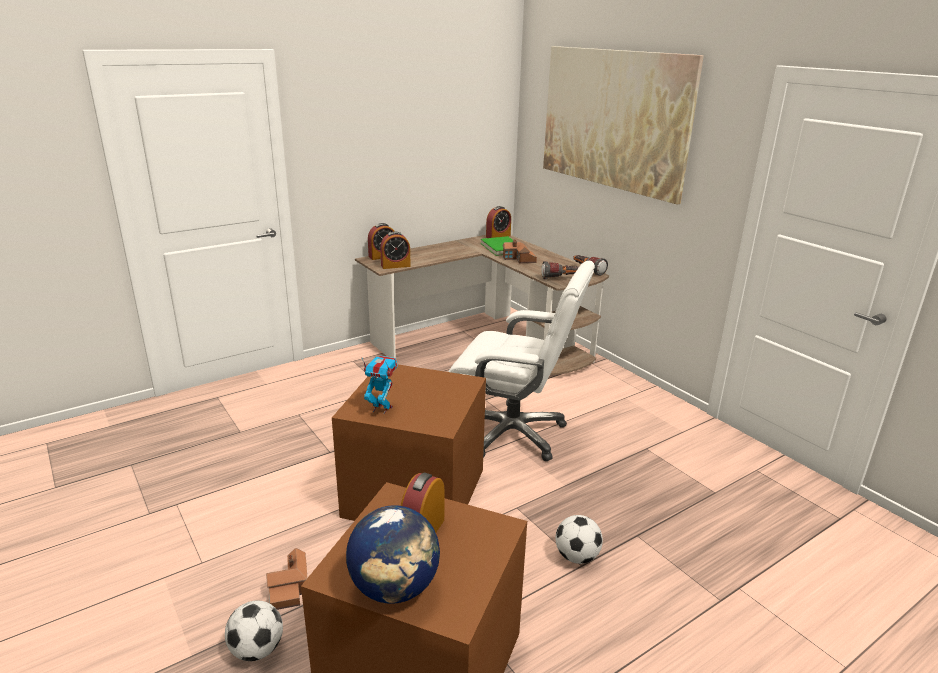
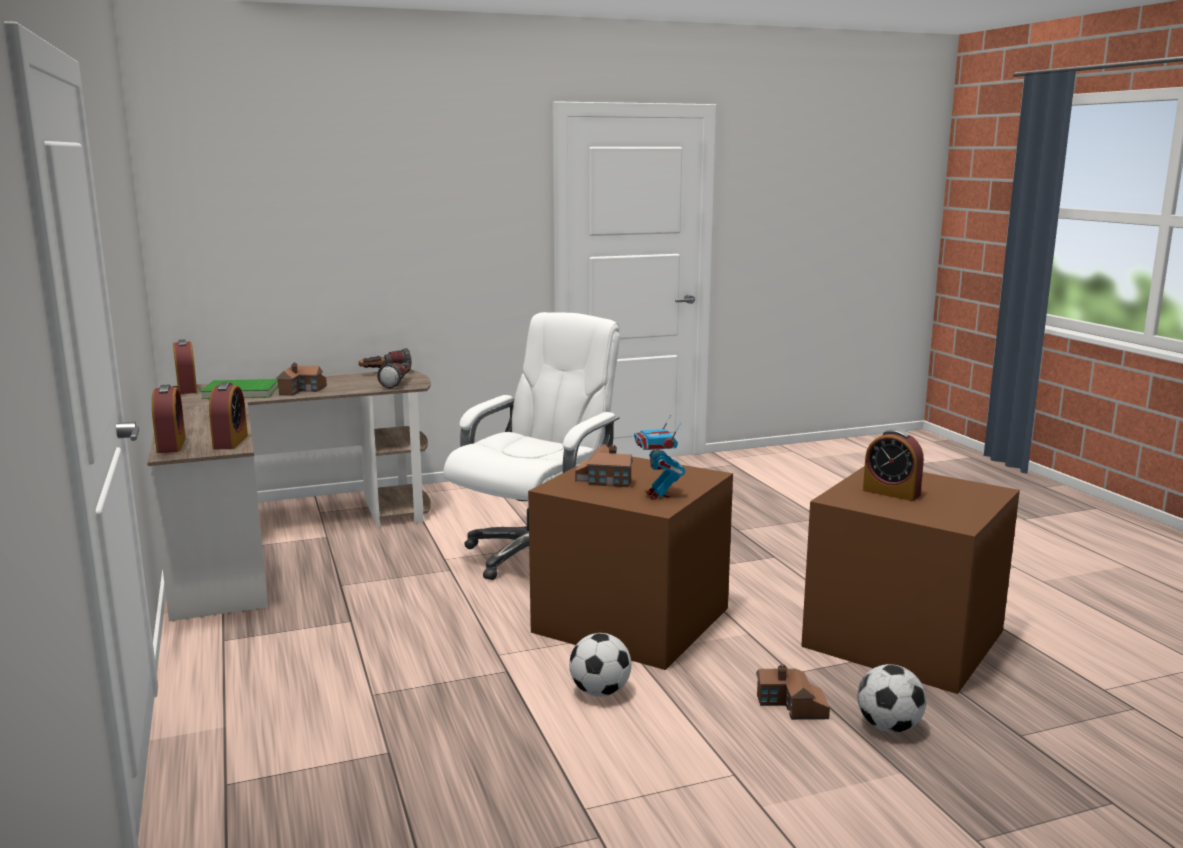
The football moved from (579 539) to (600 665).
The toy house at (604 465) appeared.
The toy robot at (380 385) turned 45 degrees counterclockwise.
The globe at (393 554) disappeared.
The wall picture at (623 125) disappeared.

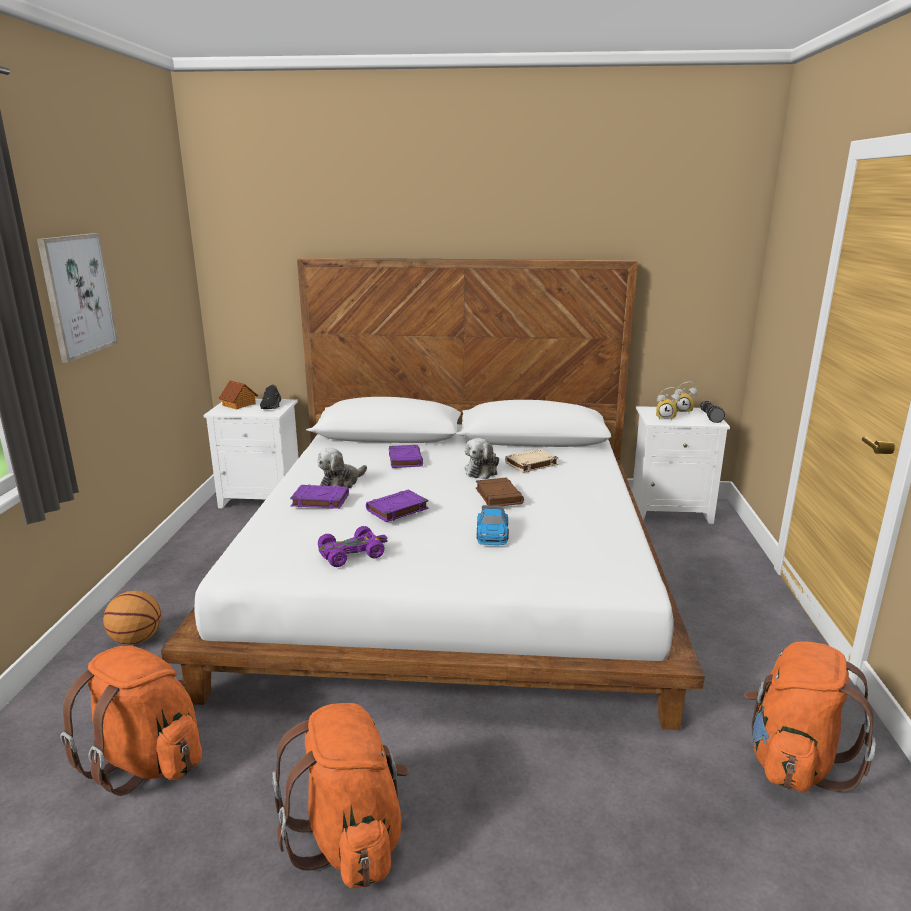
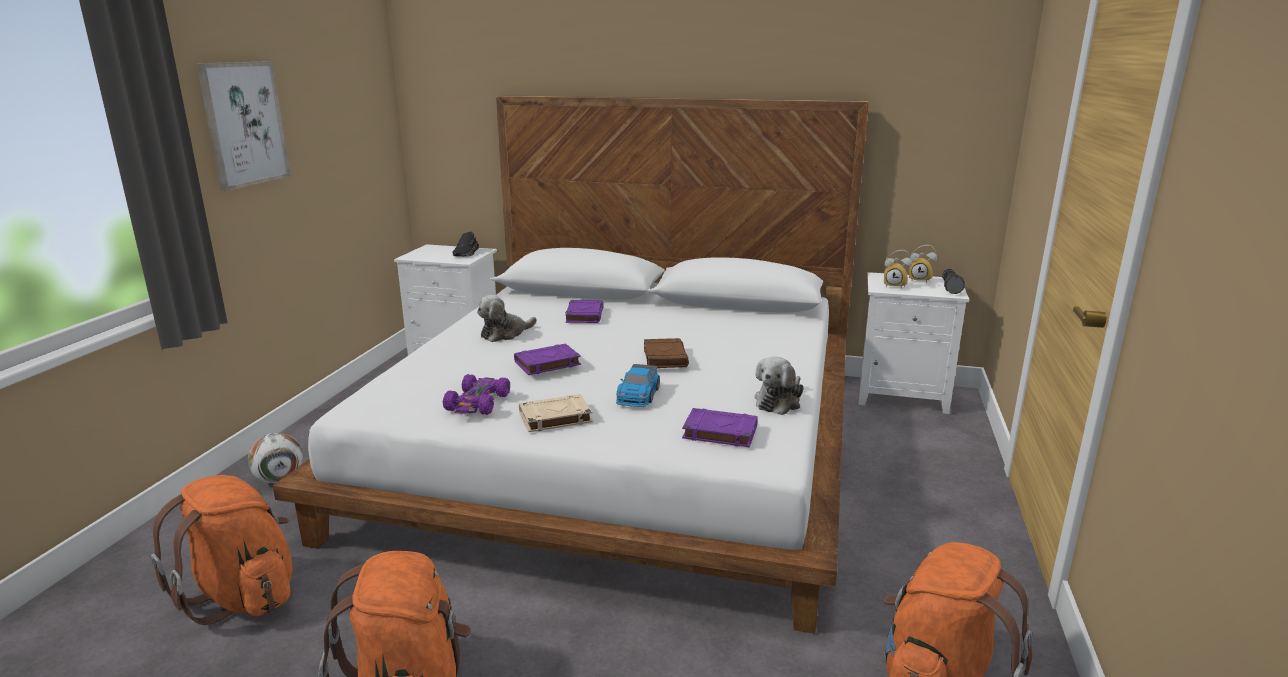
The basketball ball at (132 617) was replaced by the football at (275 458).
The purple toy car at (353 546) turned 120 degrees clockwise.
The sand-coloured book moved from (532 461) to (556 413).
The purple book moved from (319 497) to (720 427).
The cuddly toy moved from (481 458) to (779 385).
The toy house at (238 394) disappeared.

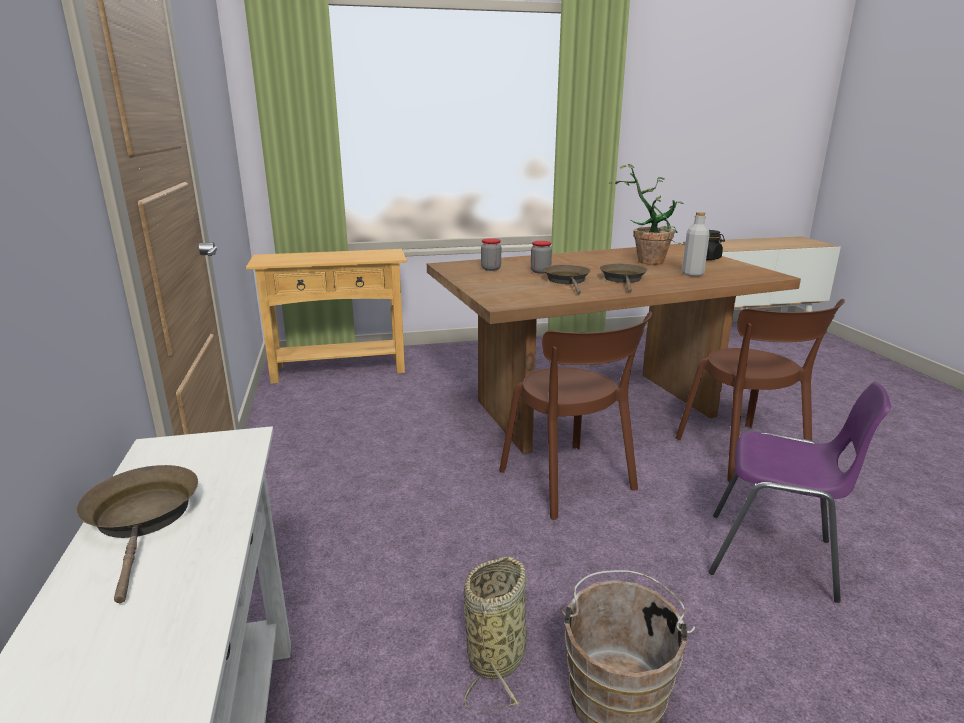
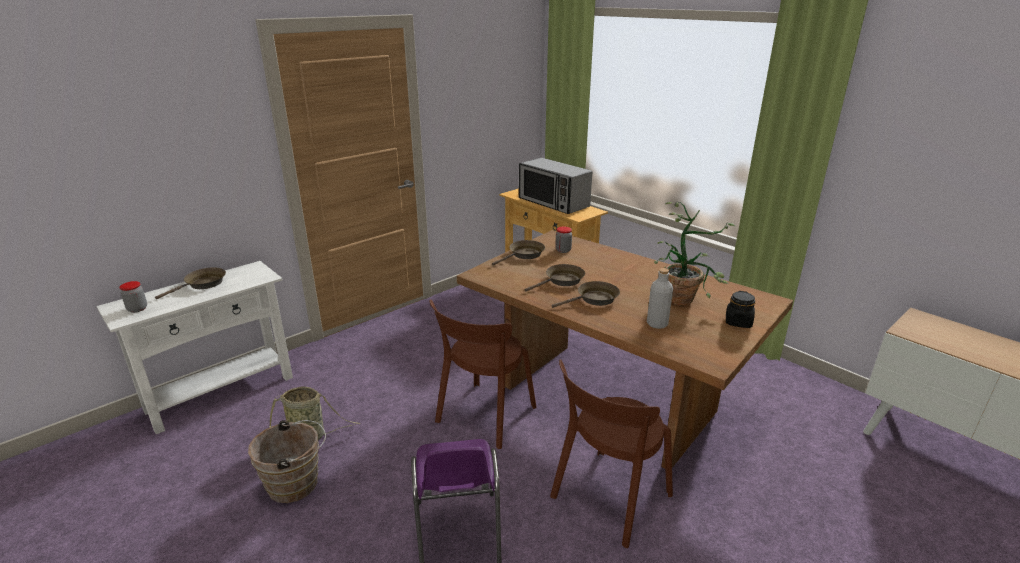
The preserve jar moved from (541 257) to (133 297).
The brown frying pan at (518 252) appeared.
The microwave at (555 186) appeared.

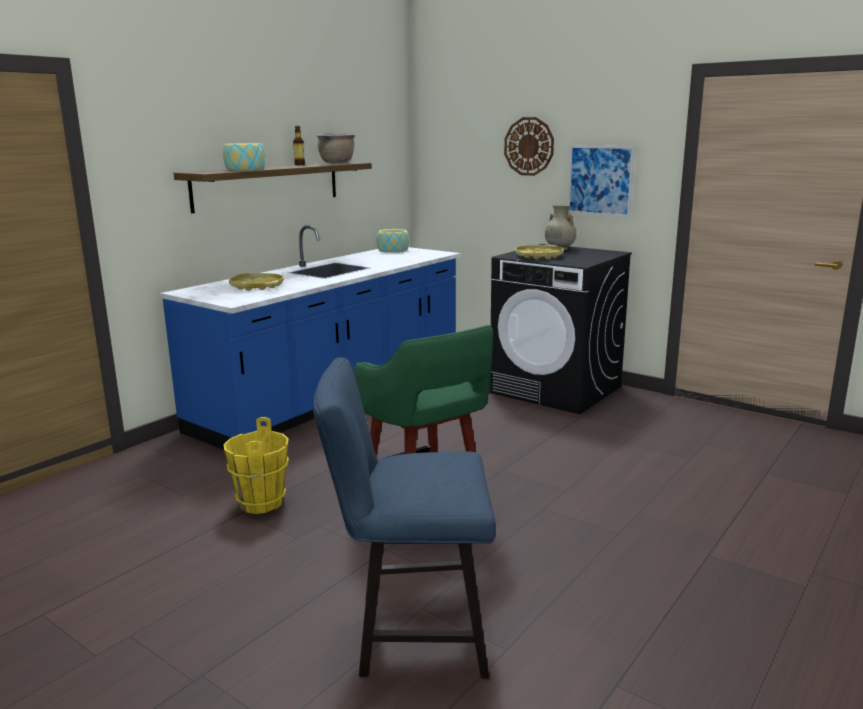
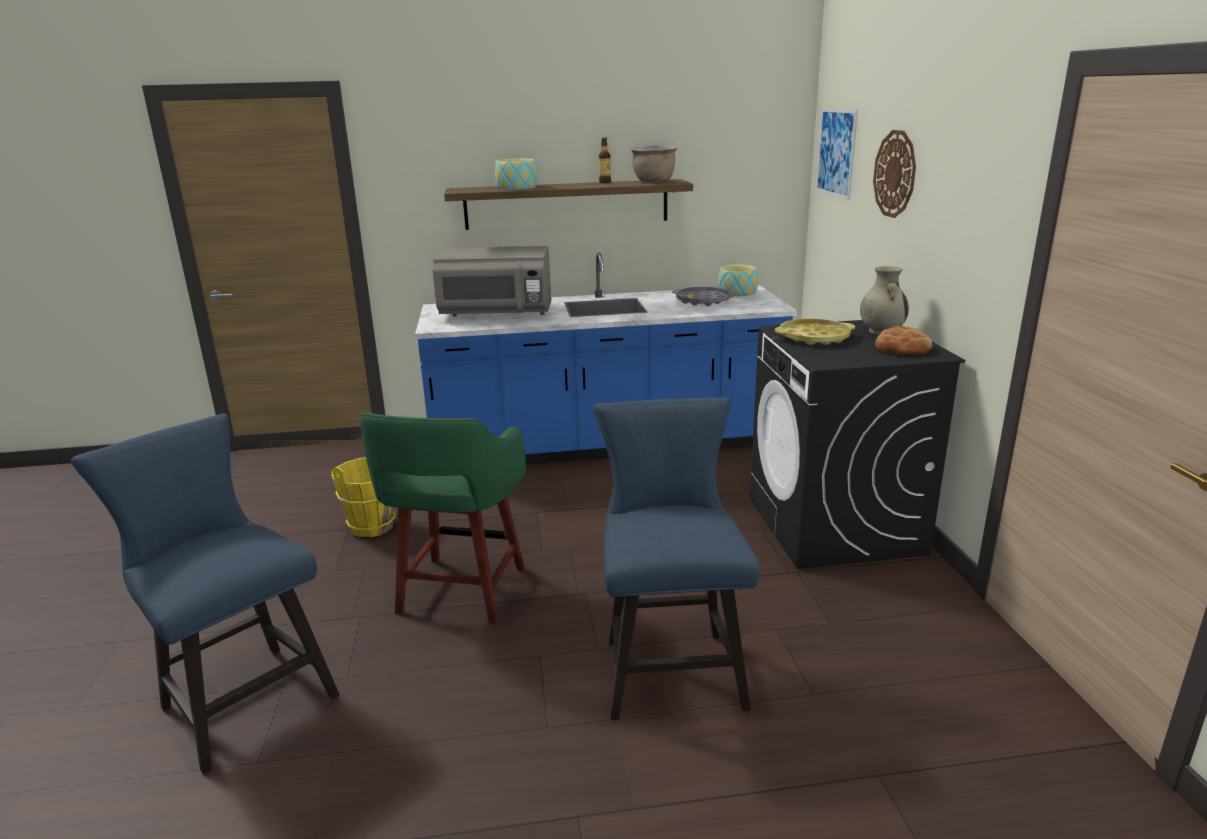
The yellow-coloured carrying tray at (256 282) was replaced by the gray microwave at (492 281).
The blue plain chair at (676 558) appeared.
The gray carrying tray at (703 296) appeared.
The wall picture moved from (601 181) to (837 154).
The bread at (903 341) appeared.

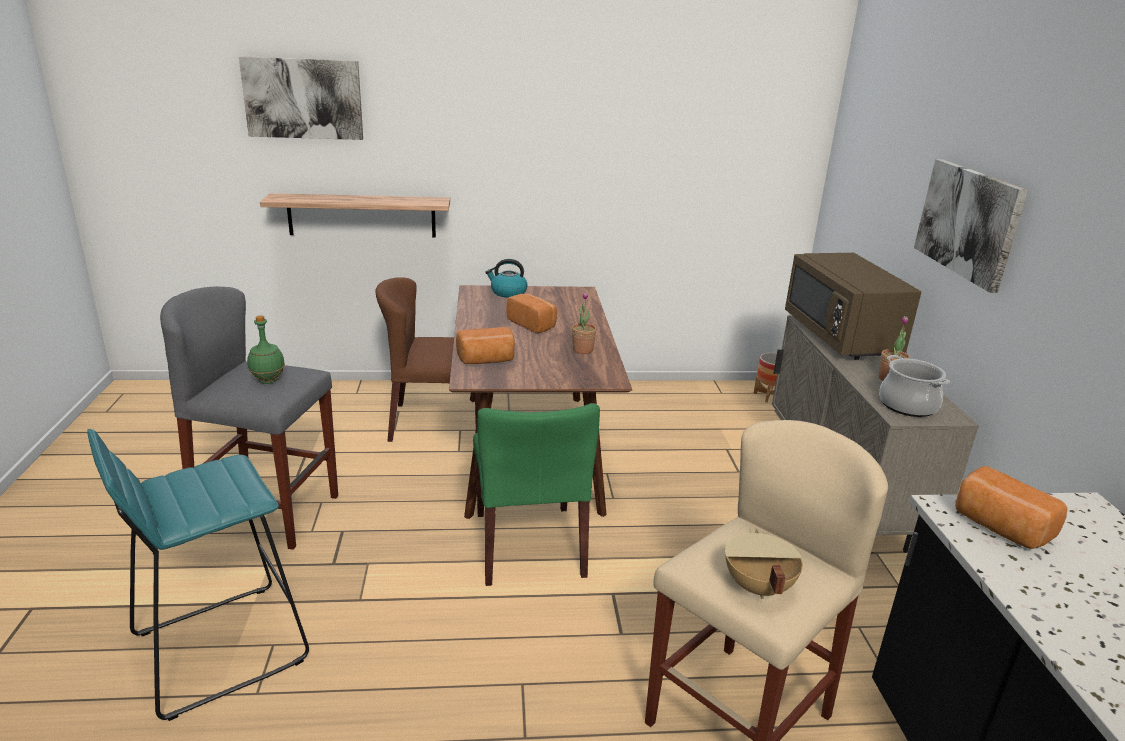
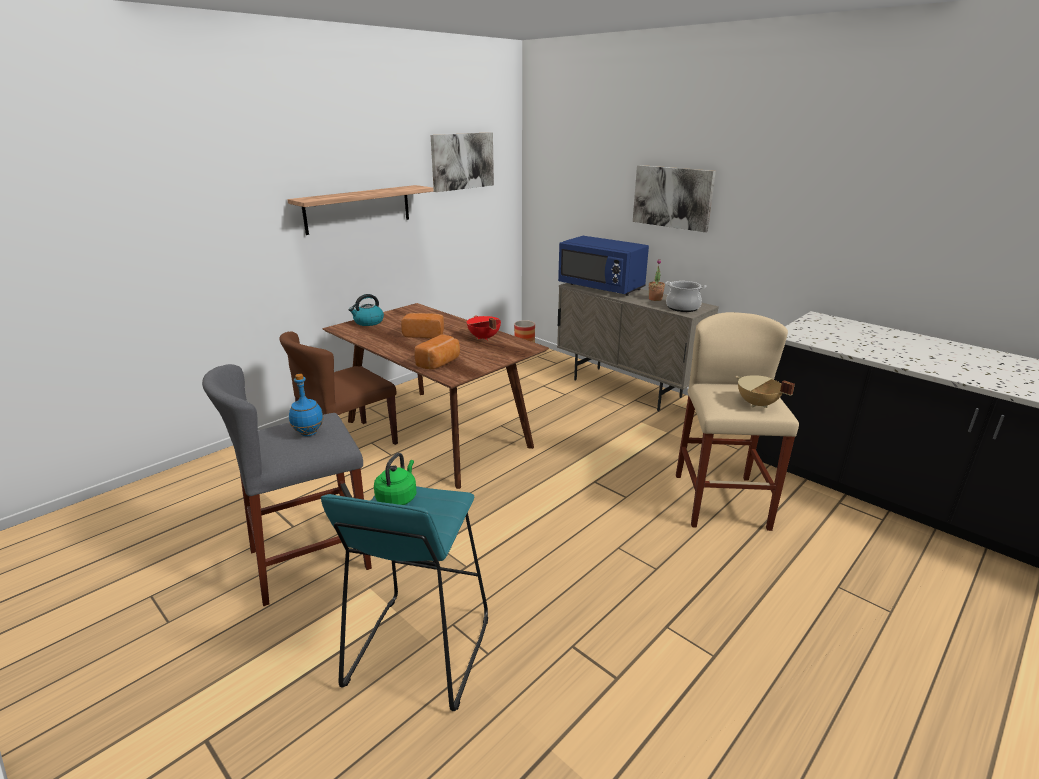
The shelf moved from (355 215) to (360 210).
The greenish drink bottle at (266 349) became the blue drink bottle at (306 405).
The greenish water kettle at (395 479) appeared.
The wall picture moved from (301 98) to (462 162).
The potted plant at (584 322) was replaced by the reddish stockpot at (483 328).
The brown microwave at (853 306) became the blue microwave at (603 266).
The greenish plain chair at (536 494) disappeared.
The bread at (1011 507) disappeared.

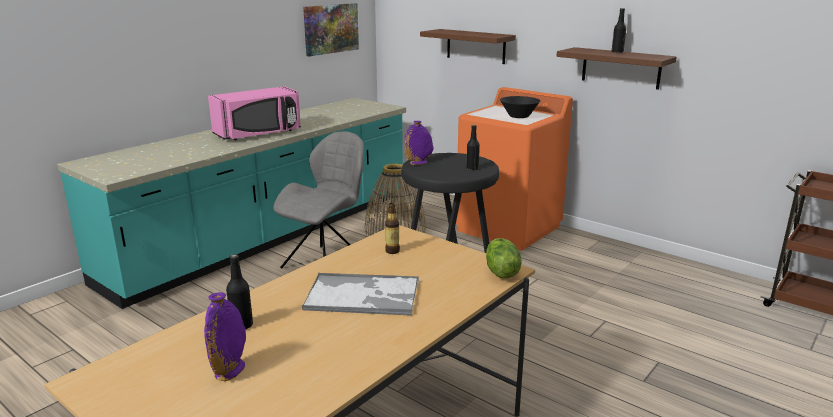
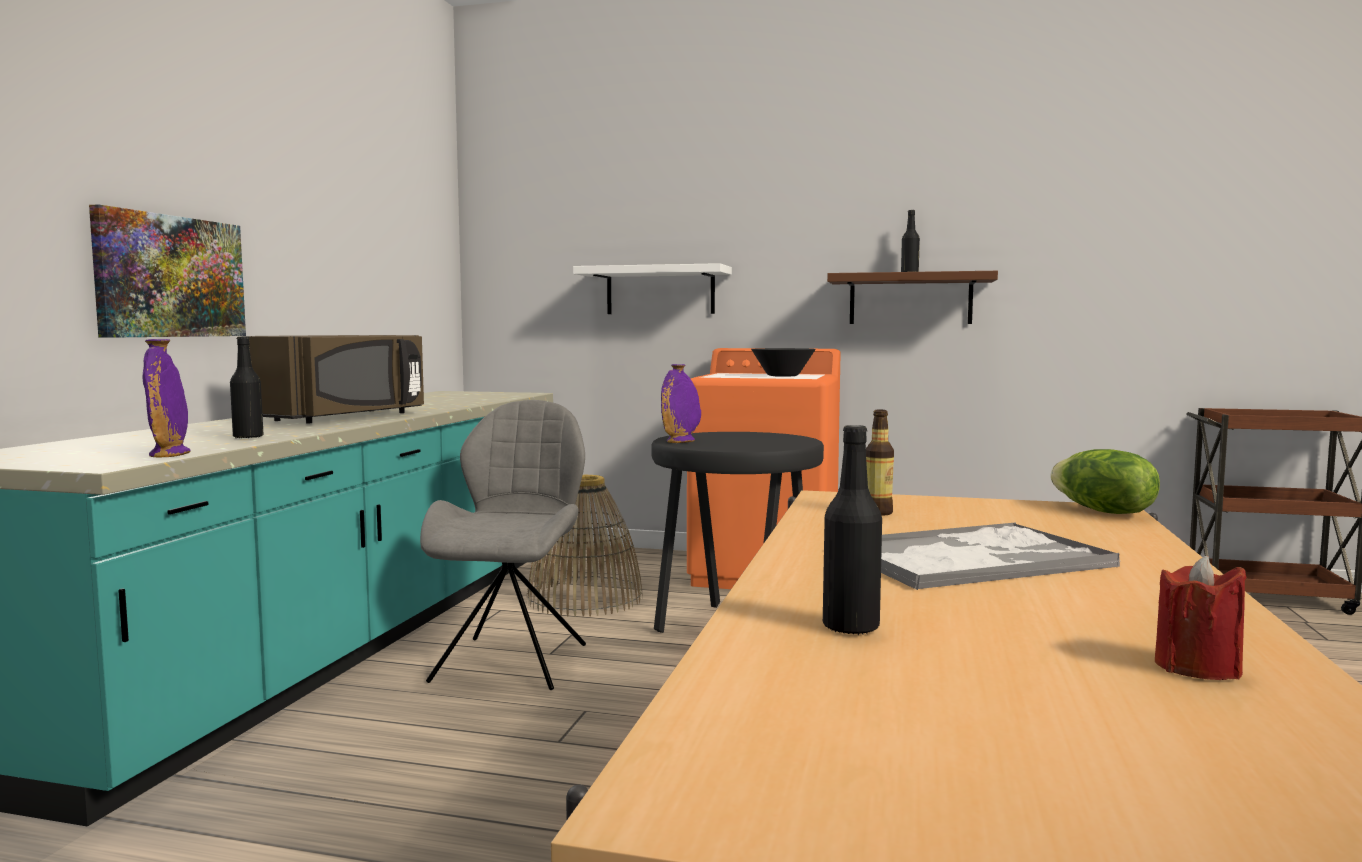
The wall picture moved from (331 29) to (167 271).
The purple vase moved from (225 336) to (167 398).
The black drink bottle moved from (473 147) to (246 387).
The pink microwave at (254 113) became the brown microwave at (336 379).
The brown shelf at (468 46) became the white shelf at (652 288).
The reddish candle at (1201 617) appeared.

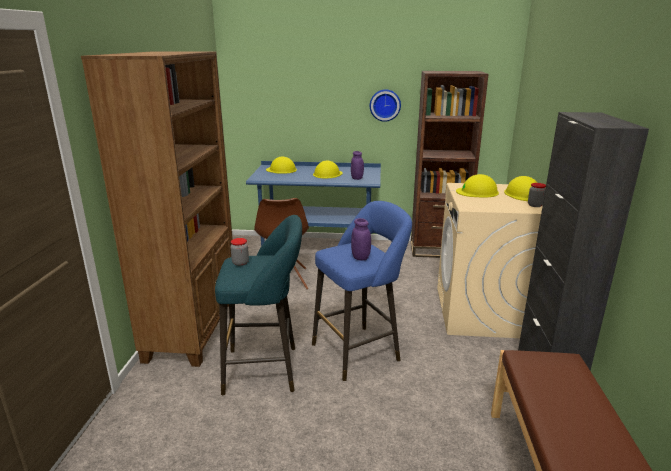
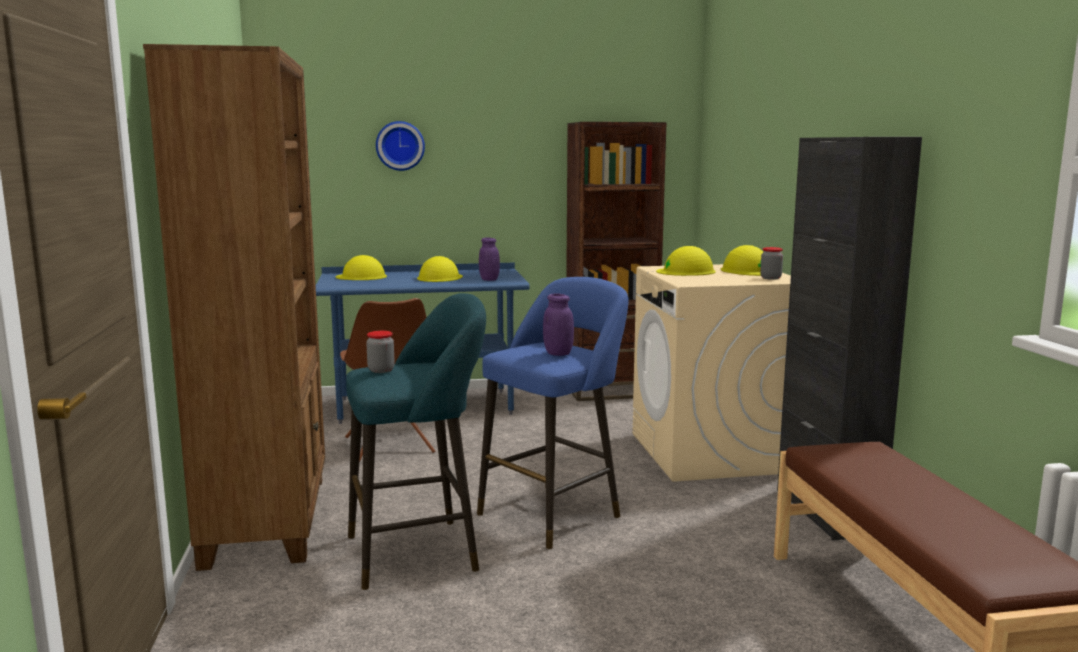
The wall clock moved from (385 105) to (400 146).

